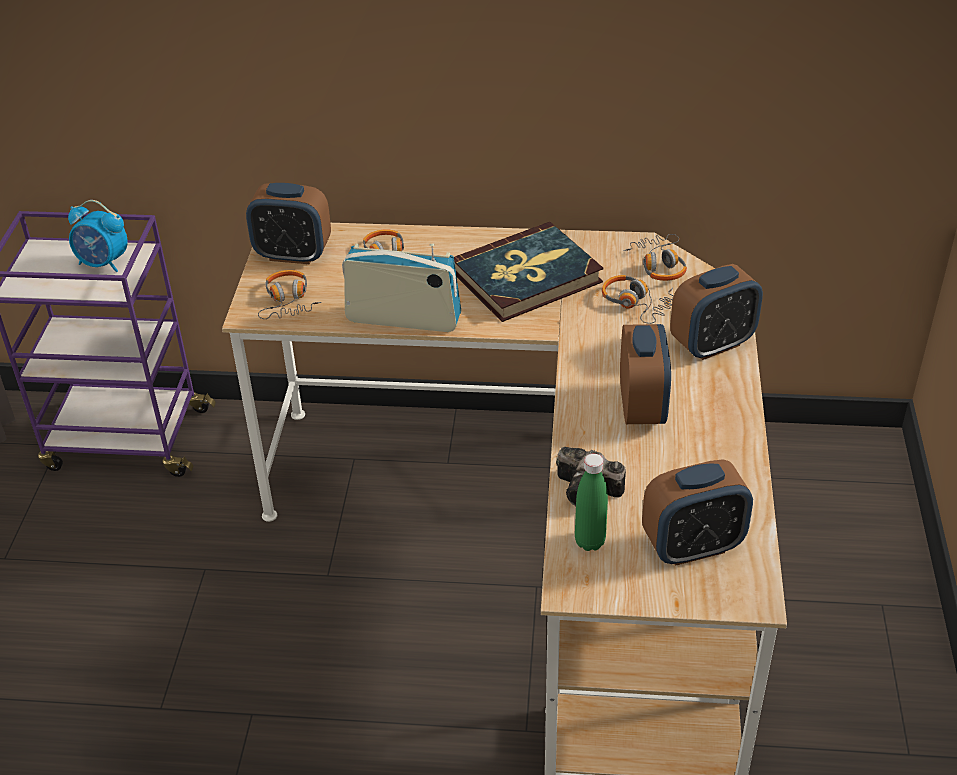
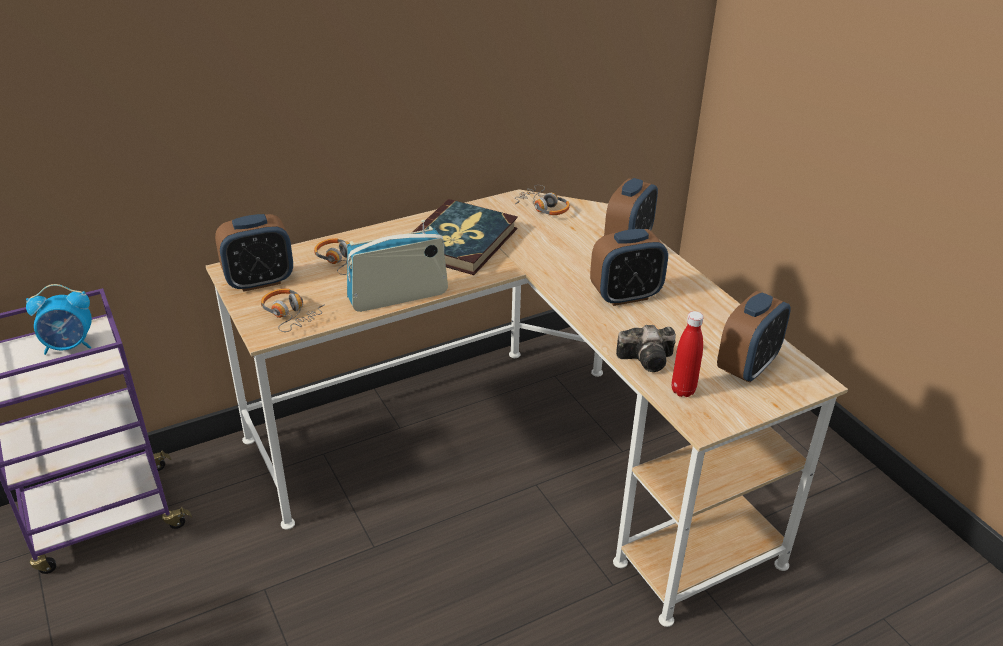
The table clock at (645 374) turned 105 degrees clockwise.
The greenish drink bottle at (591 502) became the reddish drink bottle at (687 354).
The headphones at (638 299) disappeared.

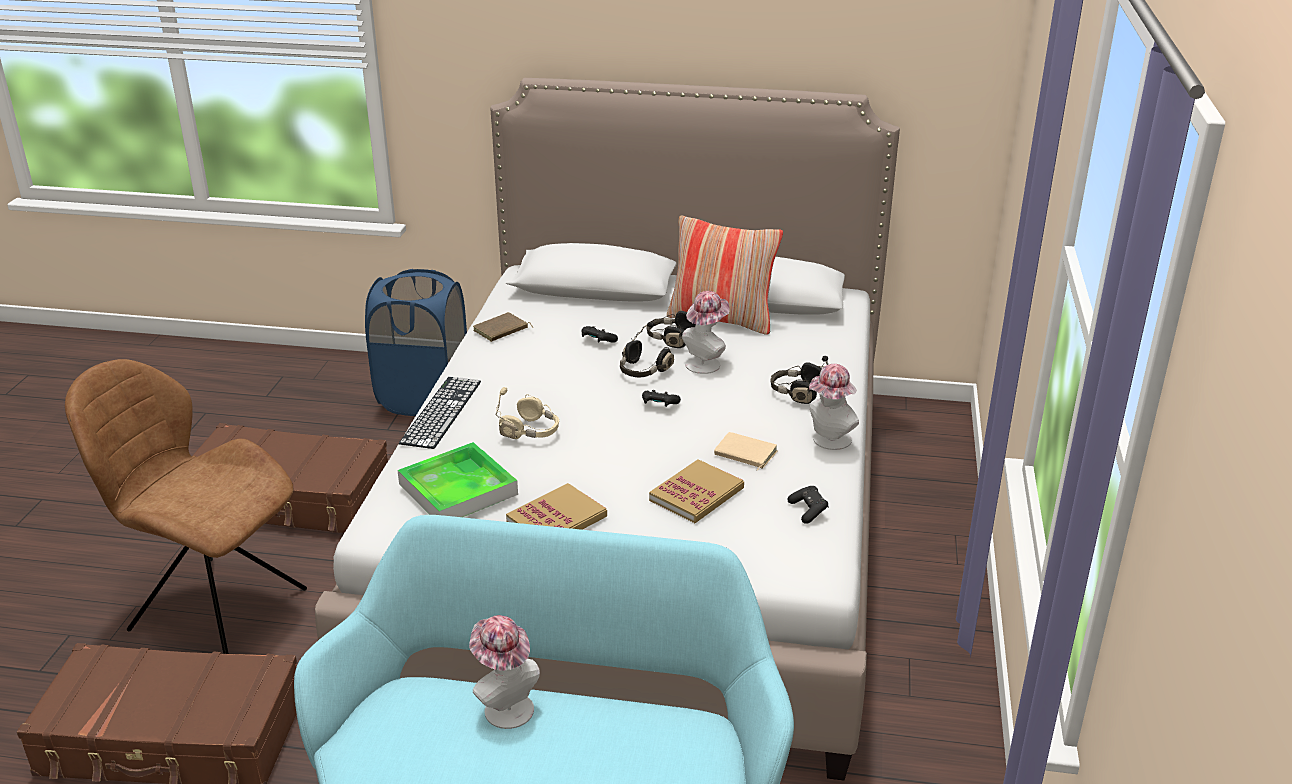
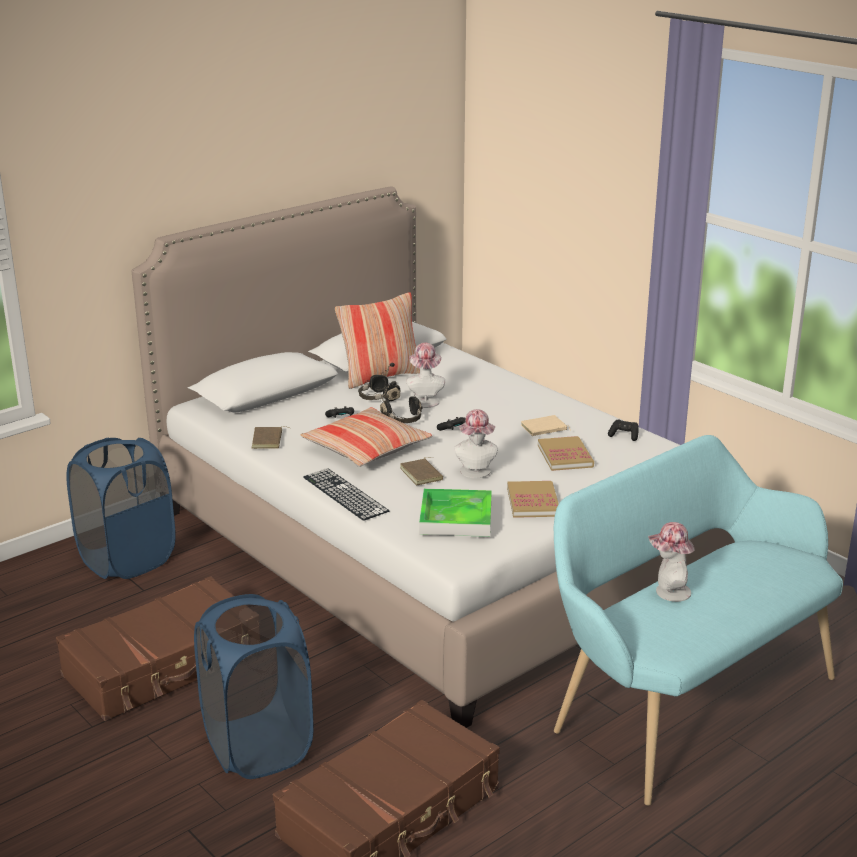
The brown plain chair at (186 506) was replaced by the blue washing basket at (253 686).
The cushion at (366 437) appeared.
The sand-coloured headphones at (527 413) was replaced by the brown book at (421 471).
The hat moved from (834 407) to (476 443).
The black headphones at (799 380) disappeared.

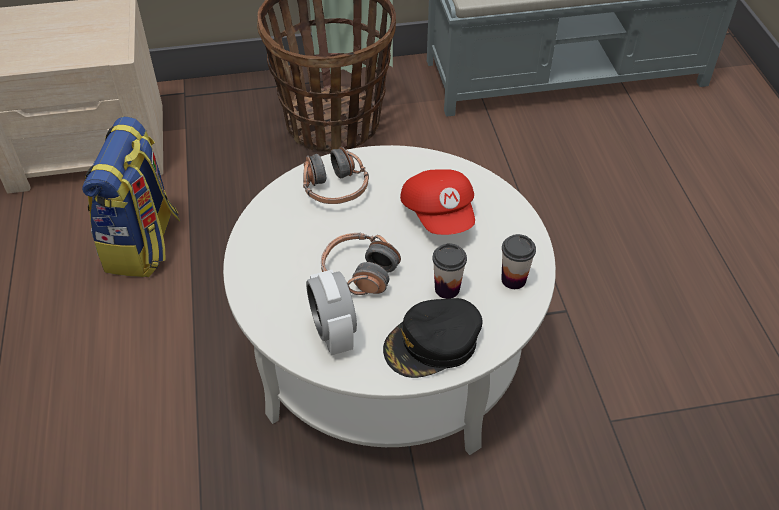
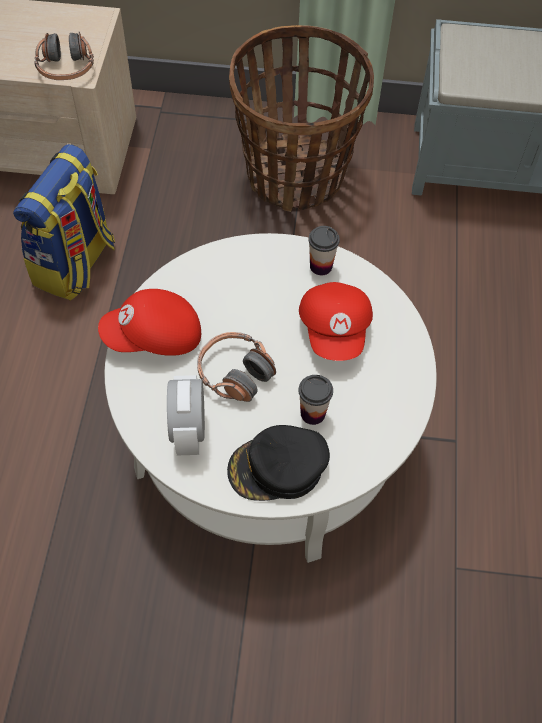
The headphones moved from (336 175) to (64 56).
The reddish peaked cap at (149 322) appeared.
The small cup moved from (518 261) to (324 250).

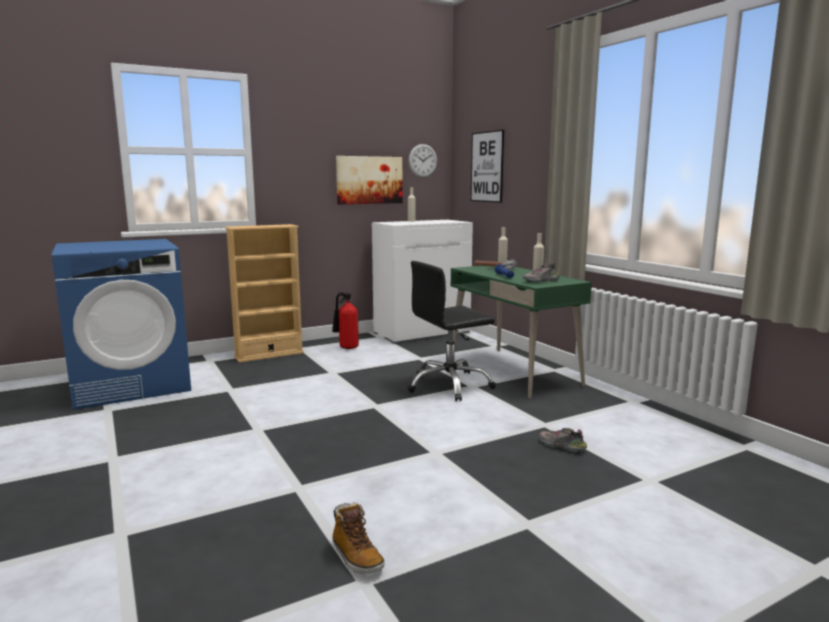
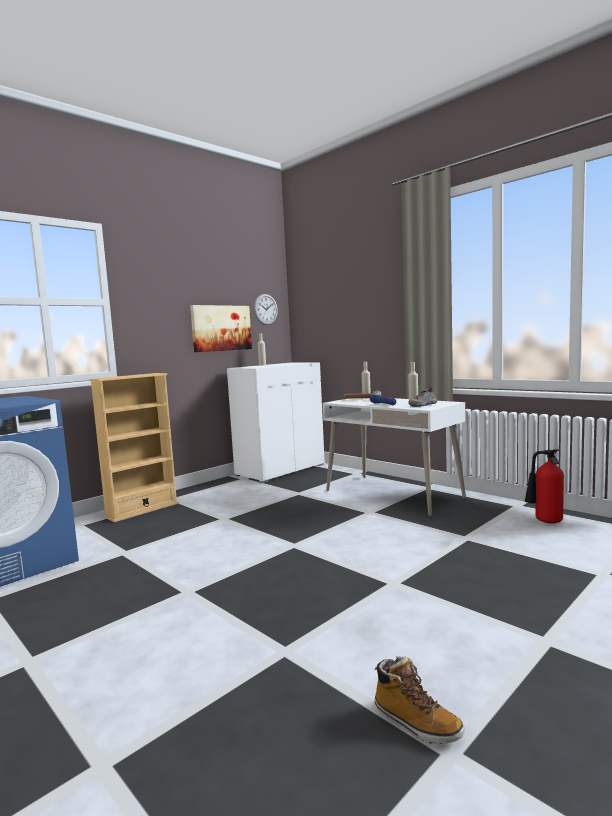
The greenish desk at (521 332) became the white desk at (394 457).
The extinguisher moved from (345 320) to (544 486).
The black desk chair at (451 331) disappeared.
The wall picture at (487 166) disappeared.
The shoe at (563 440) disappeared.

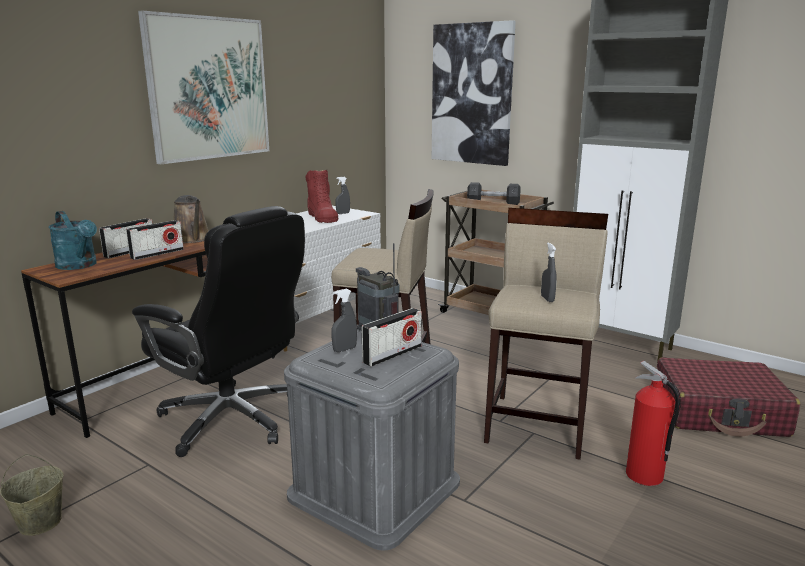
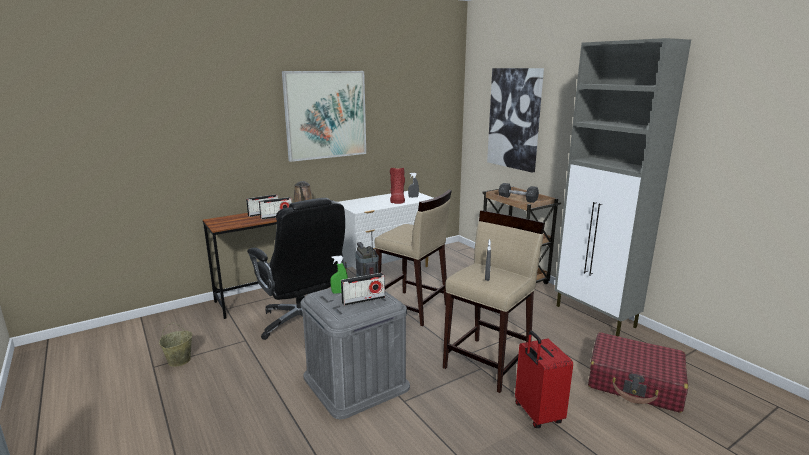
The gray sprayer at (344 320) became the greenish sprayer at (339 275).
The extinguisher at (653 423) was replaced by the reddish travel case at (544 379).
The blue-green sprinkling can at (72 240) disappeared.

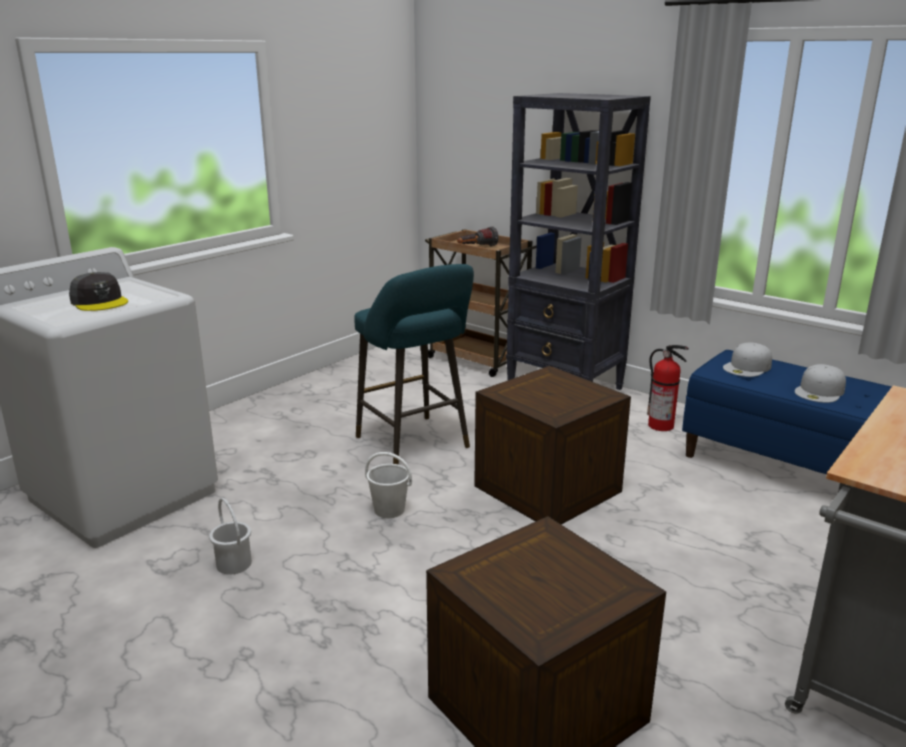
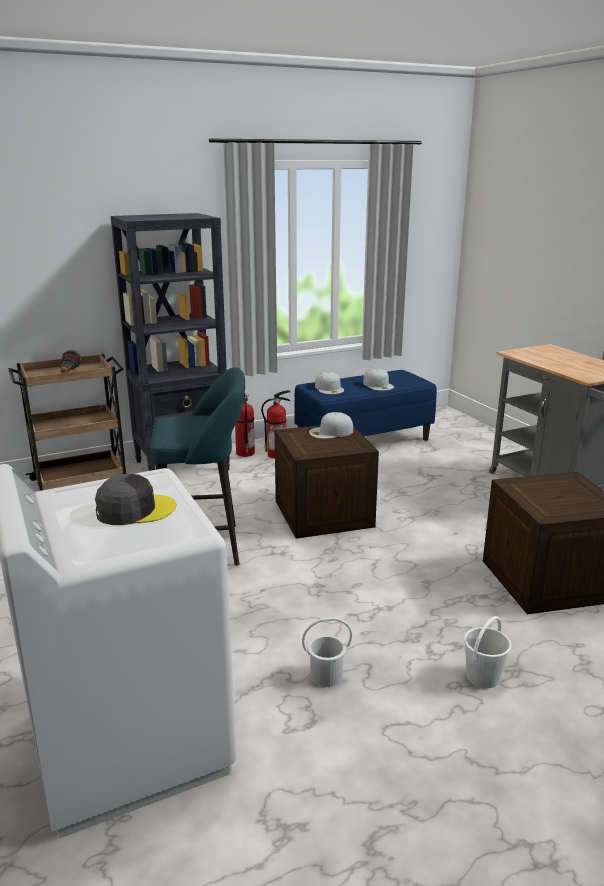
The extinguisher at (245 426) appeared.
The white peaked cap at (331 425) appeared.
The white water bucket moved from (388 485) to (487 652).

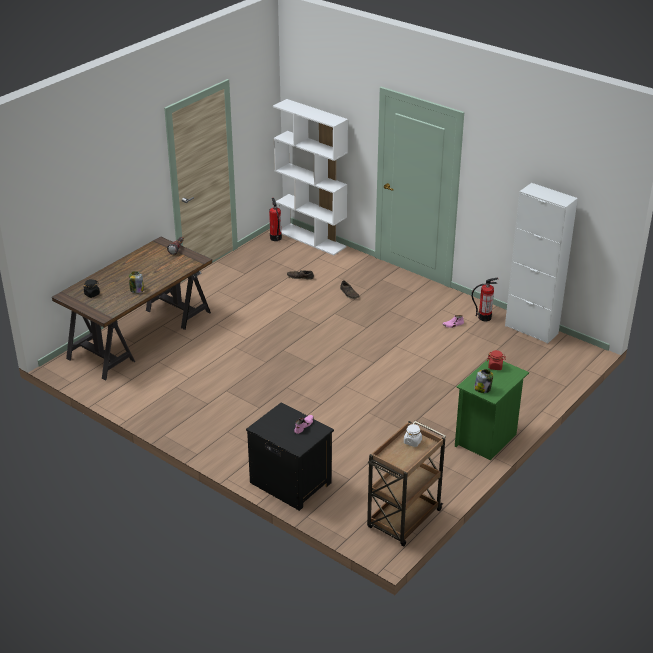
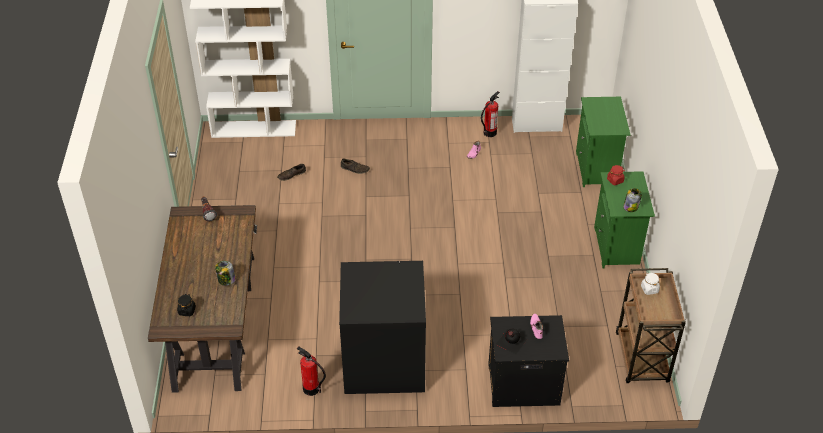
The extinguisher moved from (275 219) to (311 371).
The black washing machine at (382 327) appeared.
The black drink bottle at (511 341) appeared.
The greenish nightstand at (603 142) appeared.

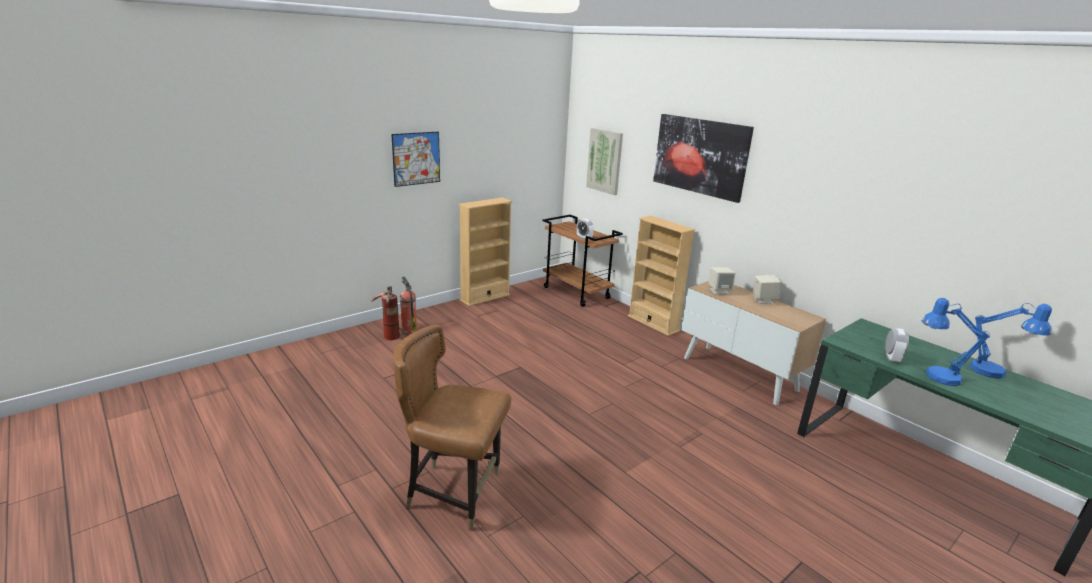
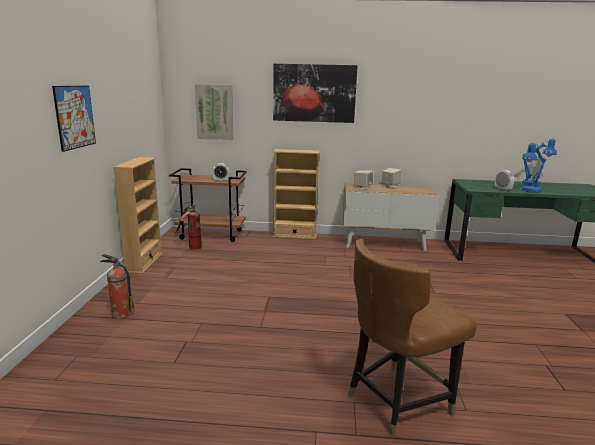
The extinguisher moved from (385 313) to (188 227).

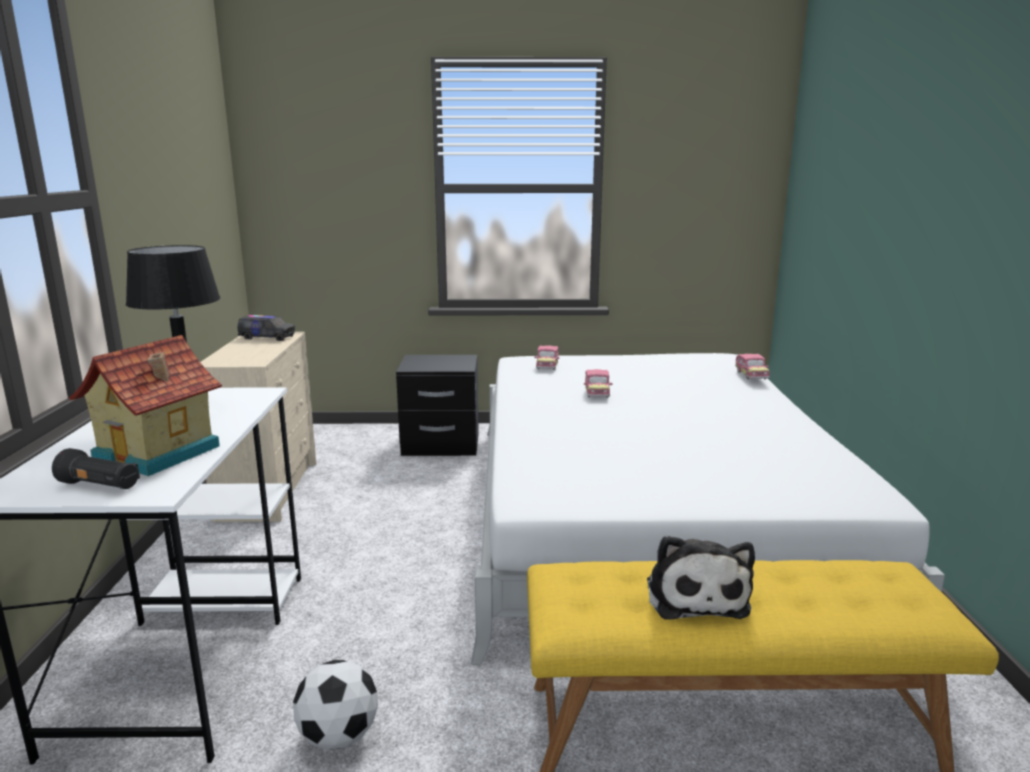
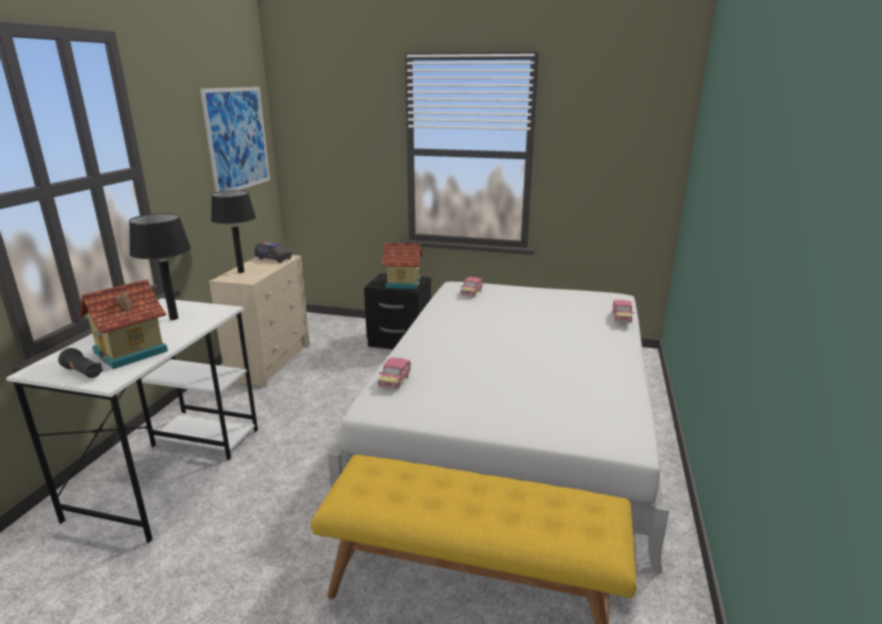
The wall picture at (235 139) appeared.
The black table lamp at (233 231) appeared.
The toy car moved from (598 383) to (394 373).
The toy house at (402 266) appeared.
The football at (335 705) disappeared.
The cuddly toy at (701 577) disappeared.

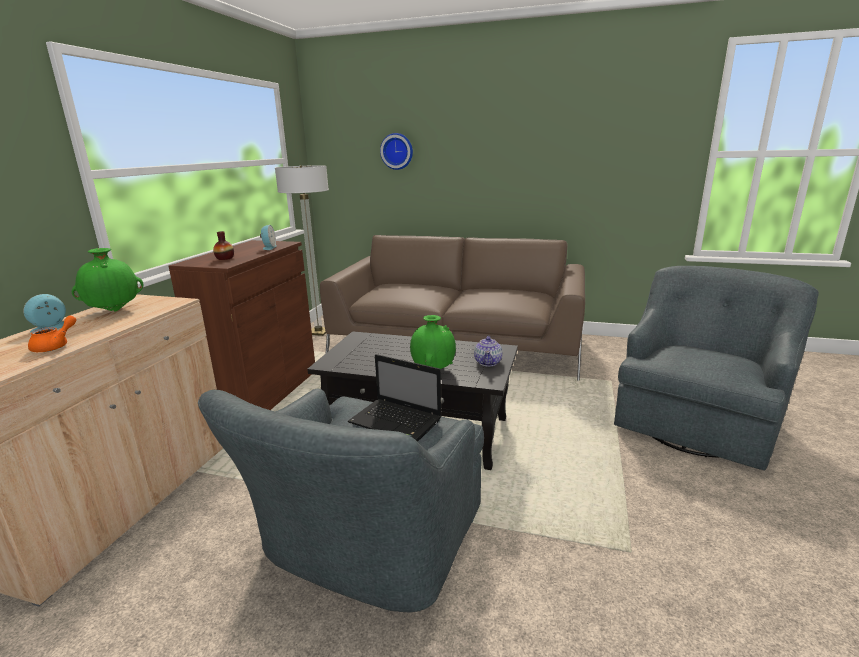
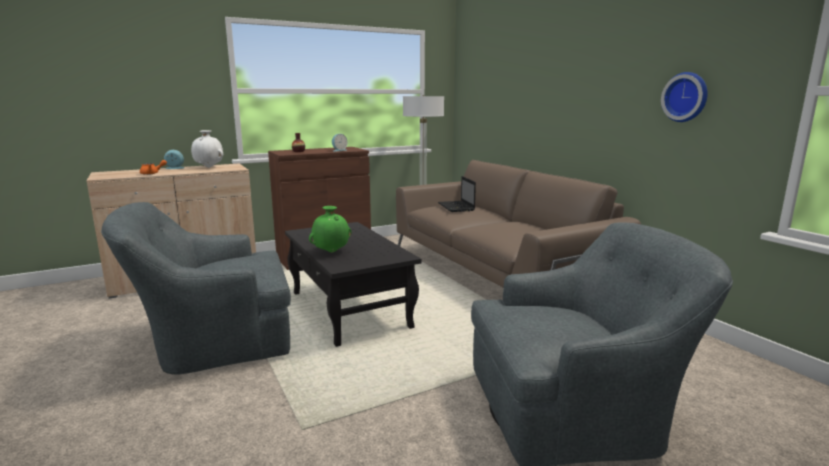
The greenish vase at (108 280) became the white vase at (207 149).
The laptop moved from (395 398) to (457 194).
The wall clock moved from (396 151) to (684 97).
The tea pot at (488 351) disappeared.

